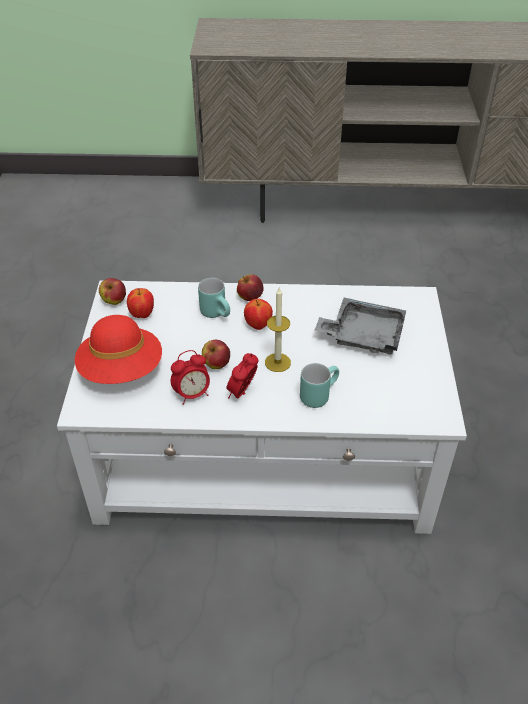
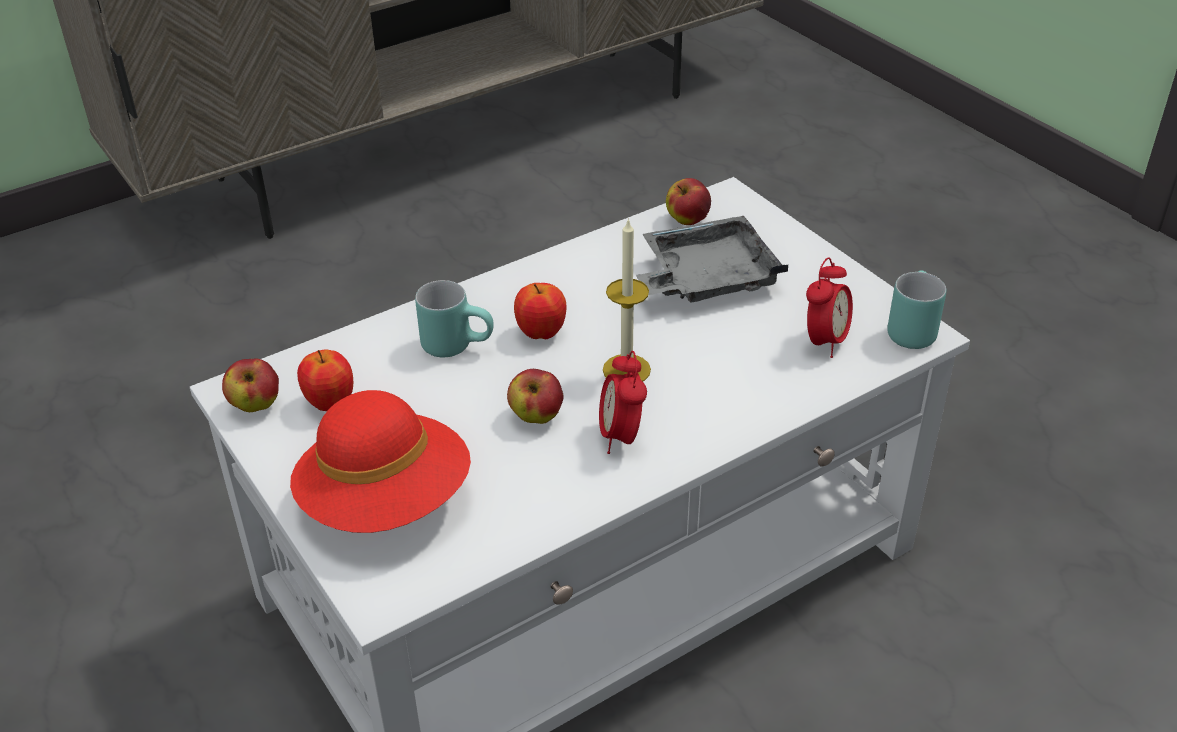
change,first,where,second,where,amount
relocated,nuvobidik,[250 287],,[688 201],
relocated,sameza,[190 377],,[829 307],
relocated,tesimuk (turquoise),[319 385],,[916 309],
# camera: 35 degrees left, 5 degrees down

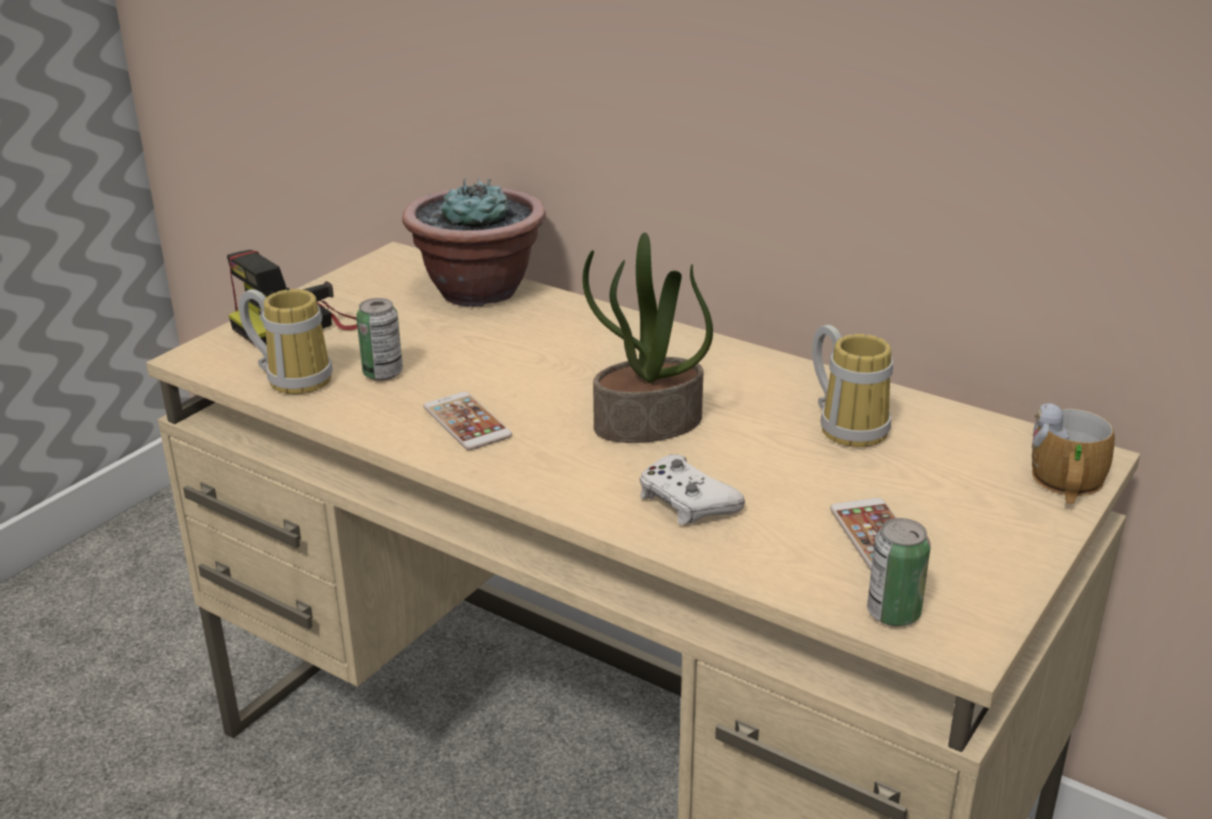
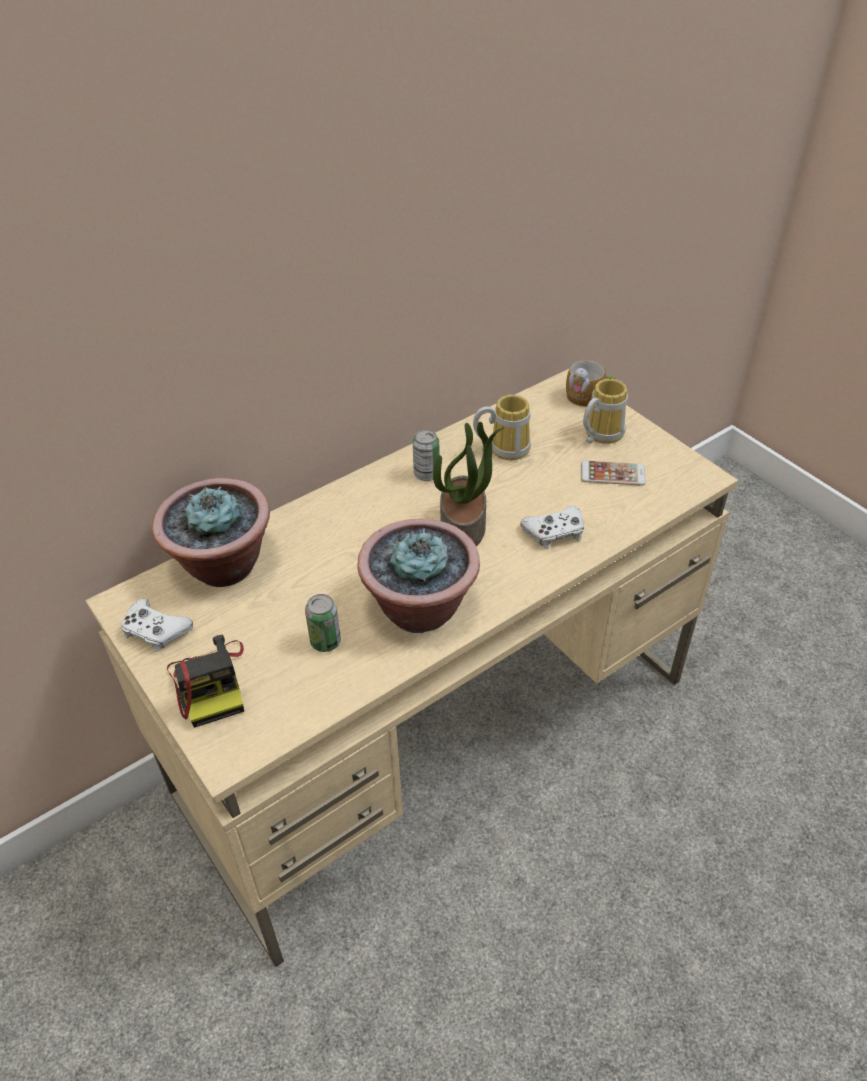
change,first,where,second,where,amount
relocated,tesimuk,[286 341],,[605 411],
exchanged,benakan,[467 421],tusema,[418 575],
relocated,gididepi,[899 572],,[426 455],
appeared,,,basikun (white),[157 625],
# camera: 70 degrees left, 15 degrees up

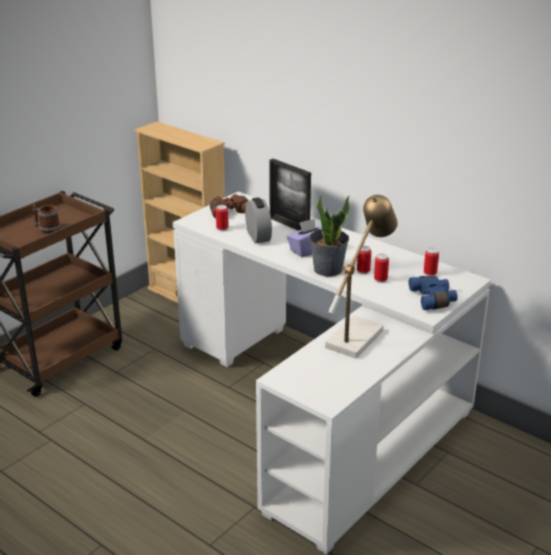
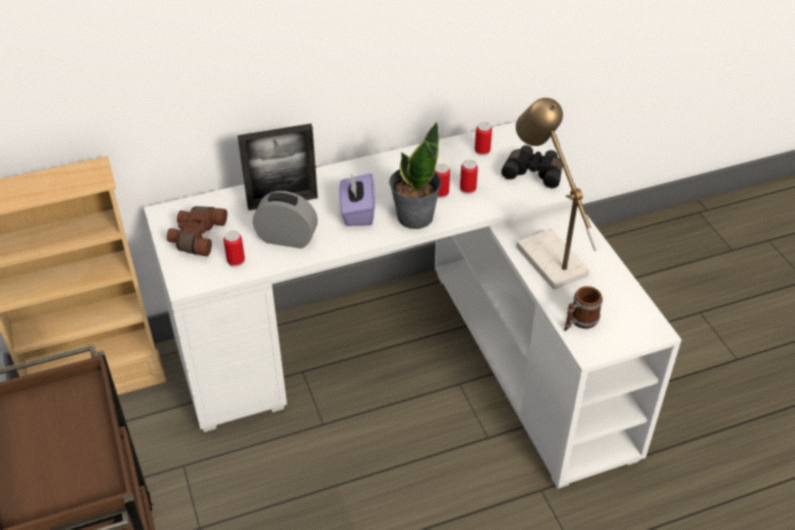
change,first,where,second,where,amount
relocated,tesimuk,[46 219],,[583 308],
colour,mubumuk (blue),[433 293],mubumuk (black),[532 166],
# camera: 60 degrees left, 15 degrees up

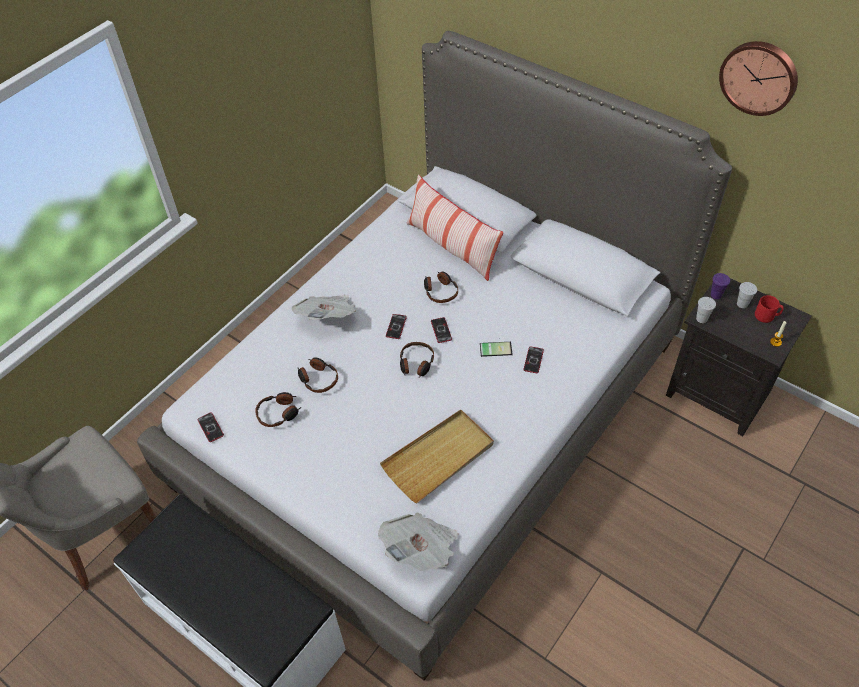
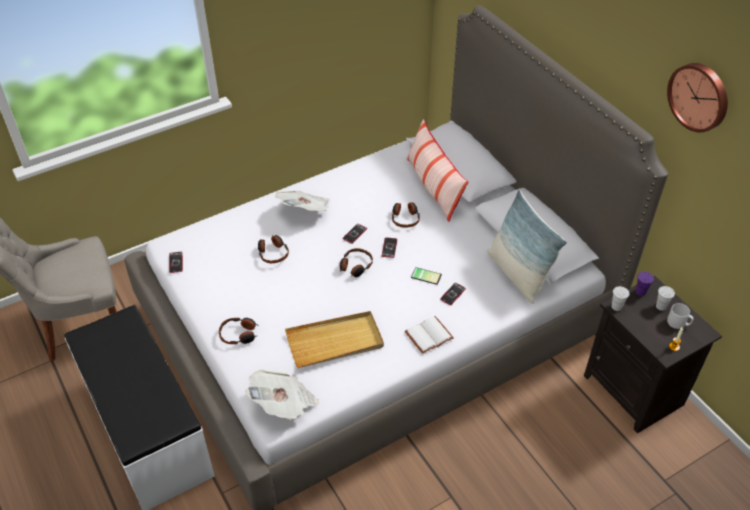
change,first,where,second,where,amount
colour,tesimuk (red),[769 309],tesimuk (grey),[680 316],
relocated,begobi,[277 409],,[238 331],
appeared,,,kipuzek,[527 247],
appeared,,,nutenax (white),[429 335],
# camera: 20 degrees right, 5 degrees down

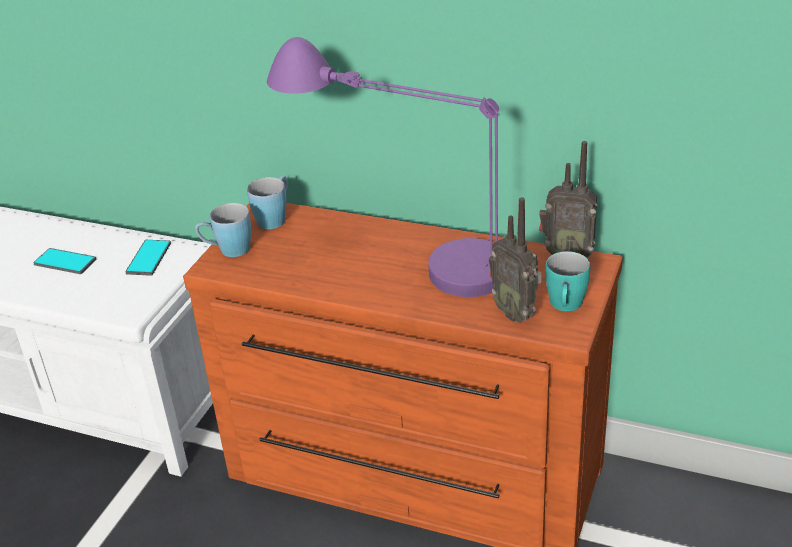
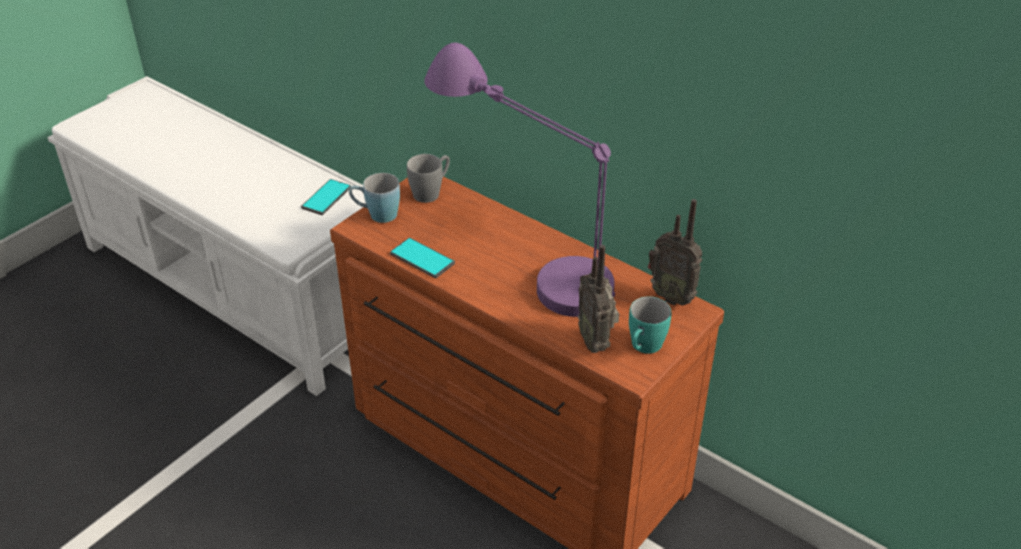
change,first,where,second,where,amount
colour,tesimuk (blue),[267 202],tesimuk (grey),[428 178],
relocated,benakan,[65 261],,[422 258],
# camera: 15 degrees right, 5 degrees up

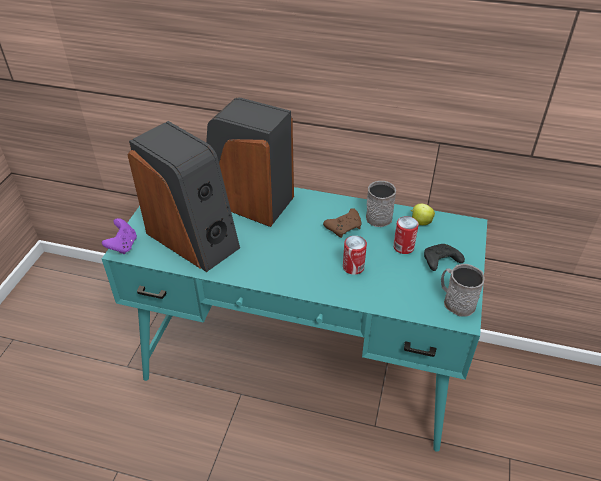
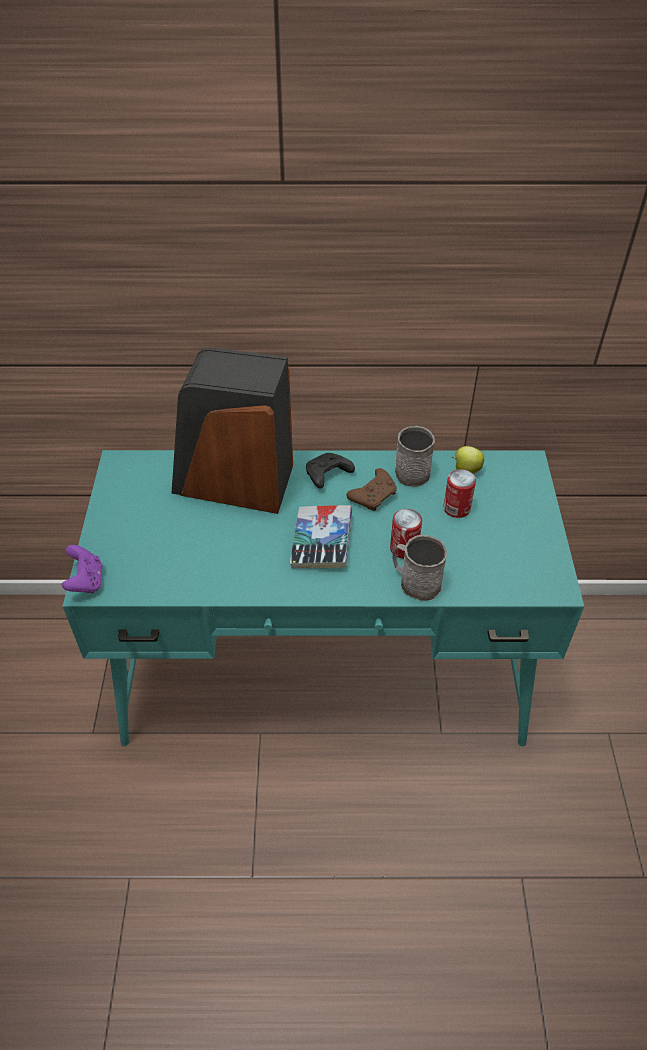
change,first,where,second,where,amount
missing,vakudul,[184 196],,,
relocated,basikun (black),[444 257],,[330 470],
relocated,tesimuk (grey),[462 290],,[419 568],
appeared,,,nutenax,[321 537],
# camera: 15 degrees left, 5 degrees up

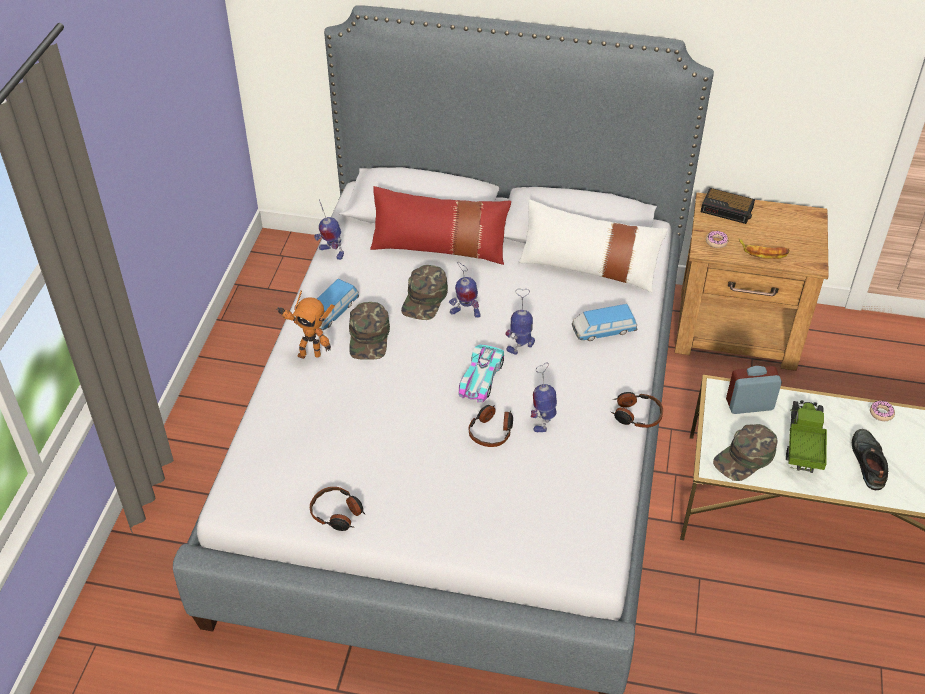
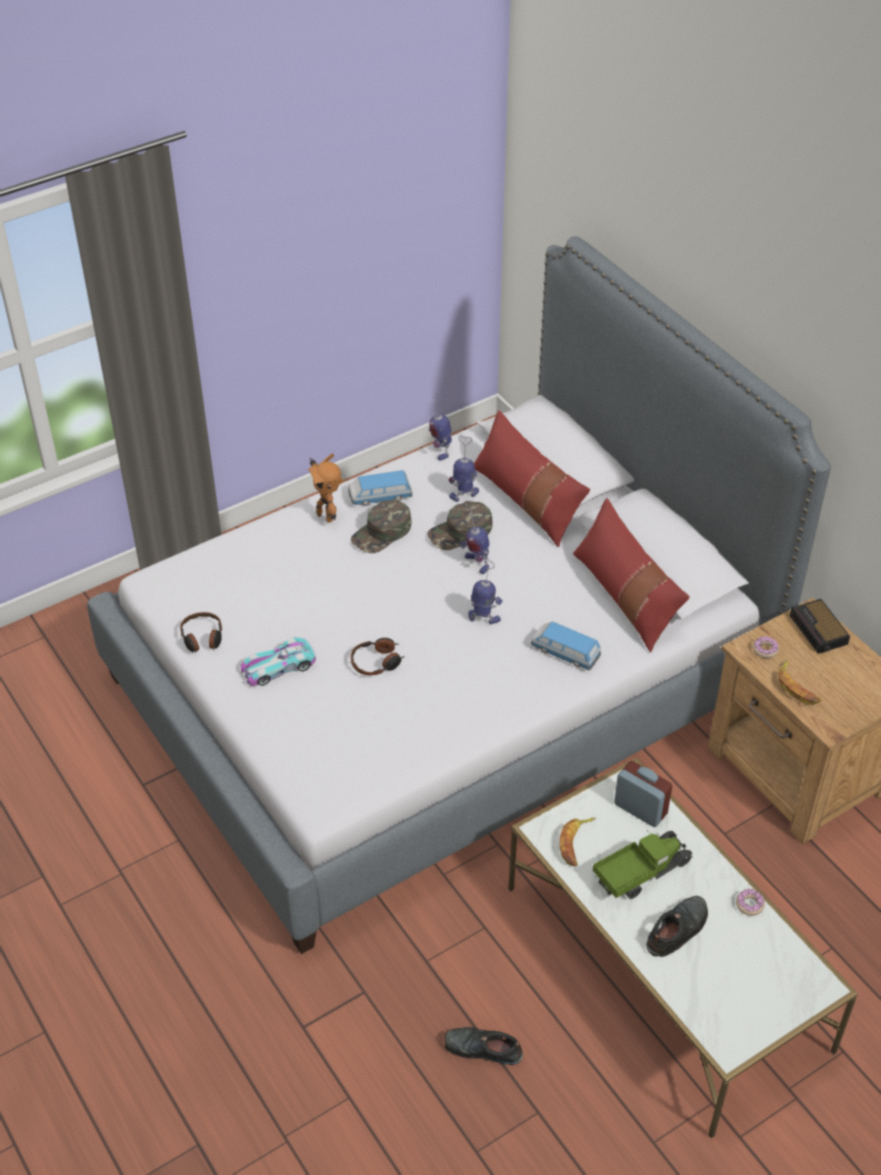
change,first,where,second,where,amount
colour,kipuzek (white),[593 246],kipuzek (red),[631 575],
relocated,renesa,[481 373],,[278 661],
relocated,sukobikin,[544 397],,[464 469],
missing,begobi,[637 410],,,
exchanged,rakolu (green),[745 452],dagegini,[578 842],
appeared,,,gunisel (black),[484 1046],
# camera: 45 degrees right, 0 degrees up

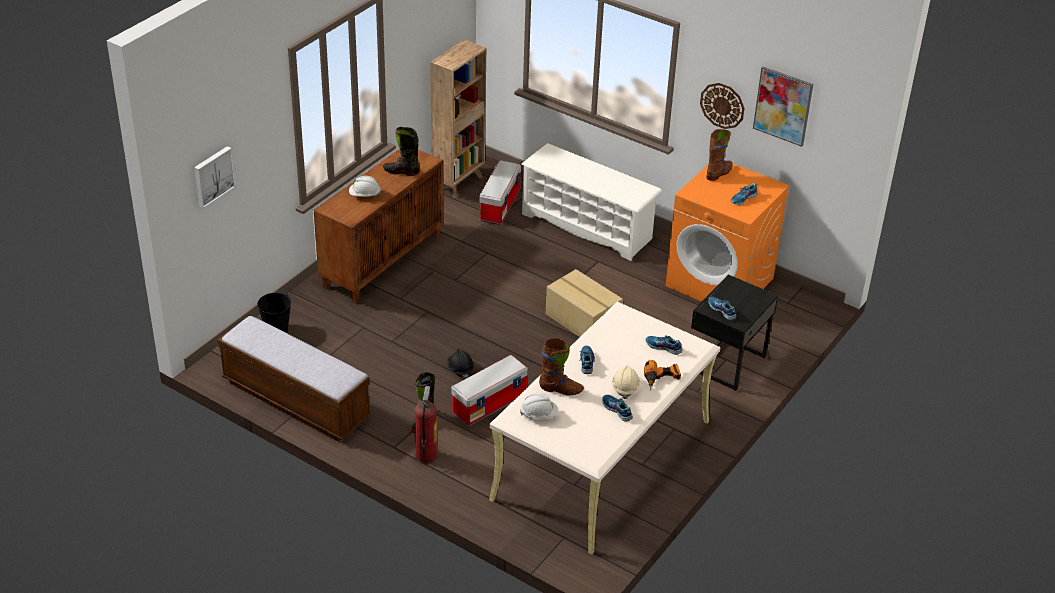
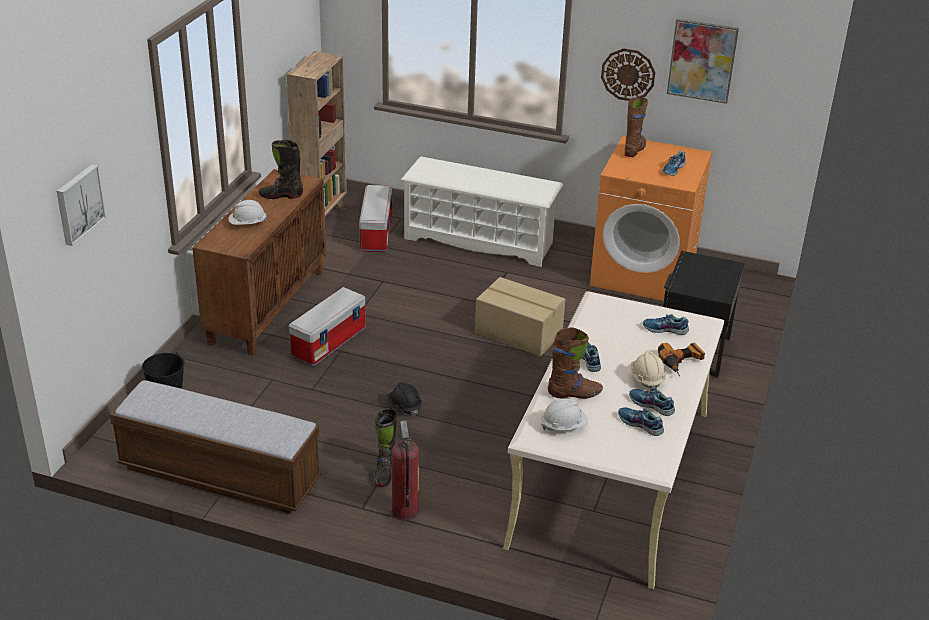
change,first,where,second,where,amount
relocated,gunisel,[722 308],,[641 421],
relocated,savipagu,[489 390],,[327 327],
# camera: 15 degrees left, 5 degrees down

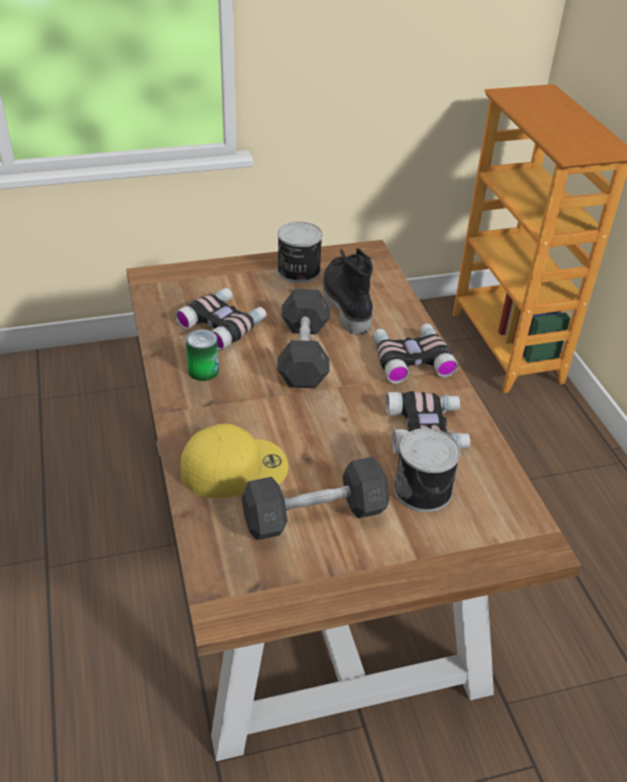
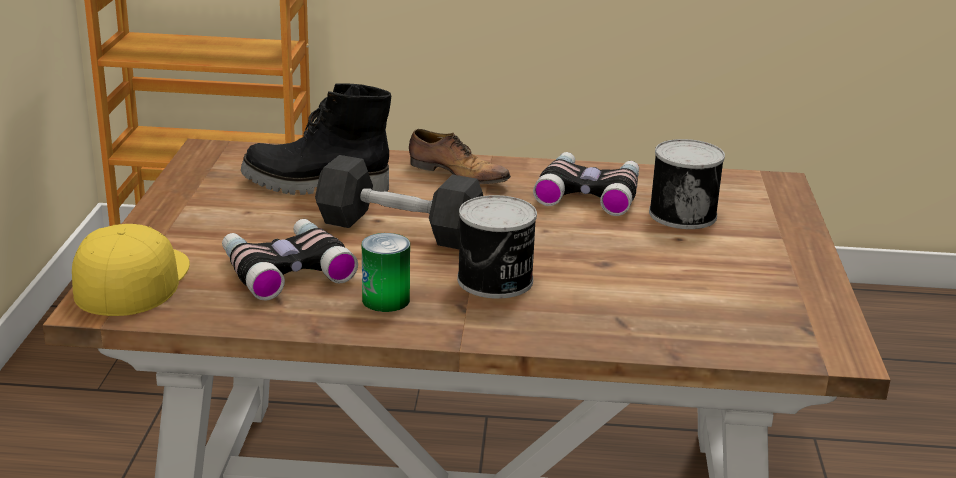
change,first,where,second,where,amount
relocated,gididepi,[299 252],,[497 247],
exchanged,mubumuk,[415 353],gunisel,[460 156],
relocated,rakolu (yellow),[234 461],,[131 270],
missing,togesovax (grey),[315 498],,,
# camera: 70 degrees left, 15 degrees down

